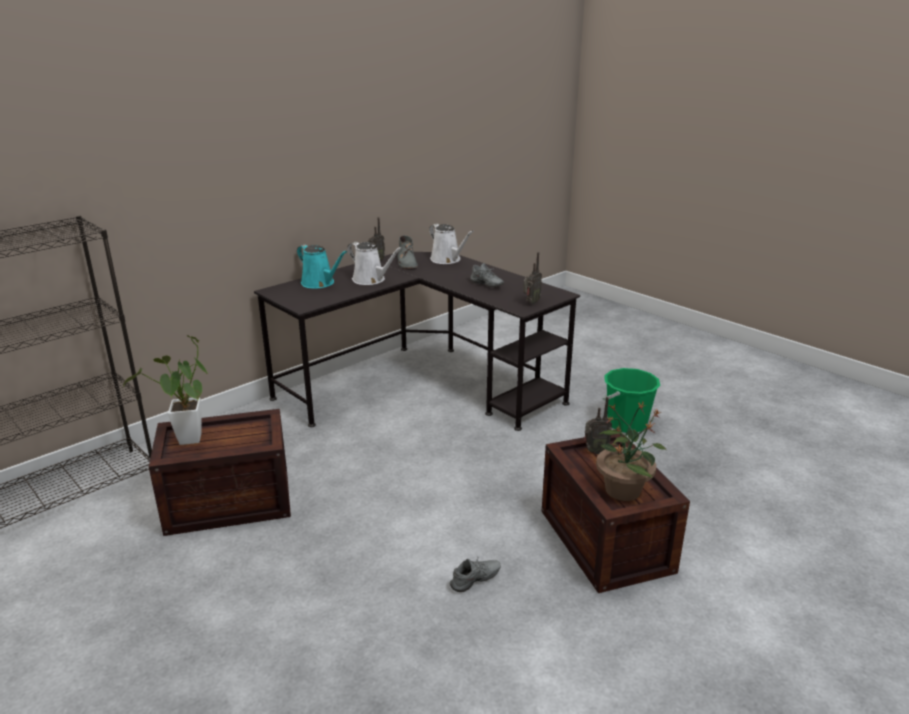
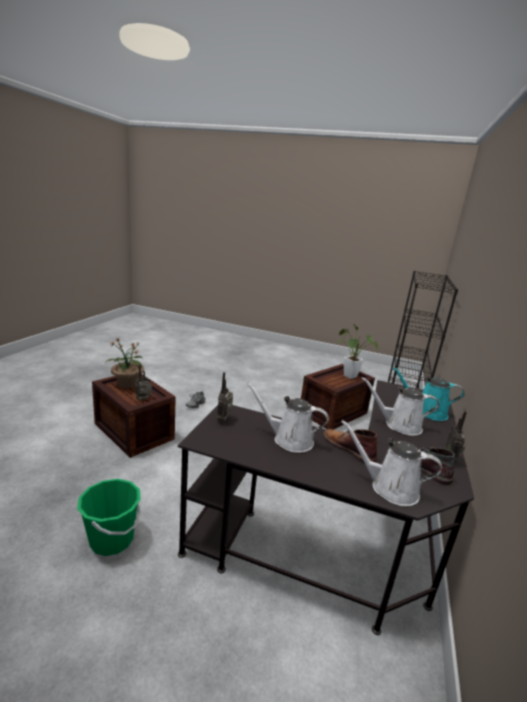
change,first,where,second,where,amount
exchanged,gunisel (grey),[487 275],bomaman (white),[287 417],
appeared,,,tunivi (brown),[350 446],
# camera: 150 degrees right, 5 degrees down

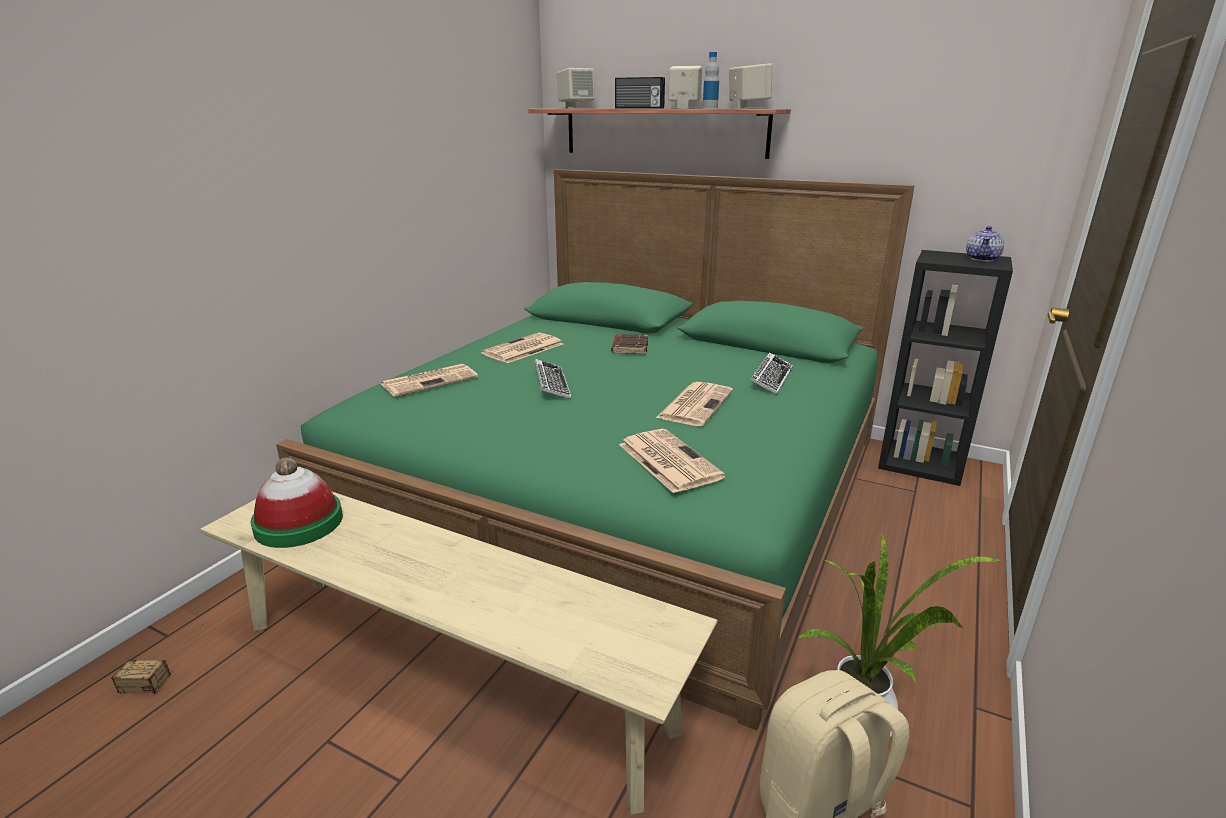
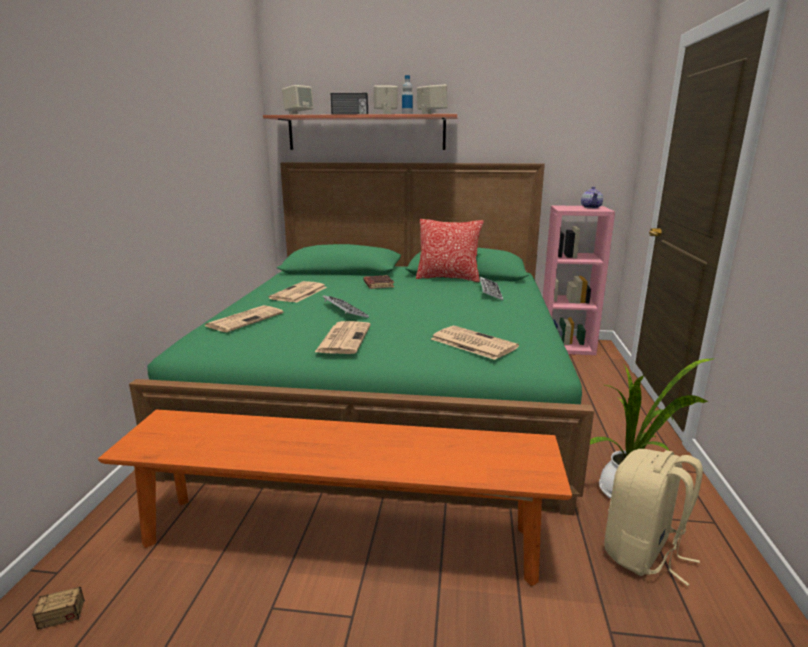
change,first,where,second,where,amount
colour,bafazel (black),[945 368],bafazel (pink),[579 280],
relocated,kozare,[694 404],,[342 337],
missing,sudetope,[296 502],,,
colour,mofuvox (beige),[459 653],mofuvox (orange),[335 498],
appeared,,,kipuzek,[450 250],
# camera: 20 degrees left, 5 degrees down

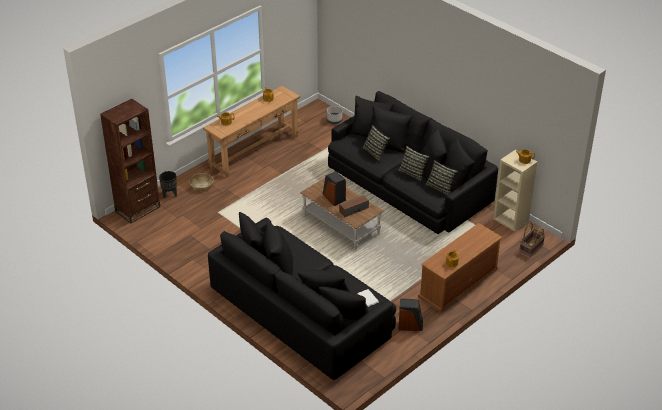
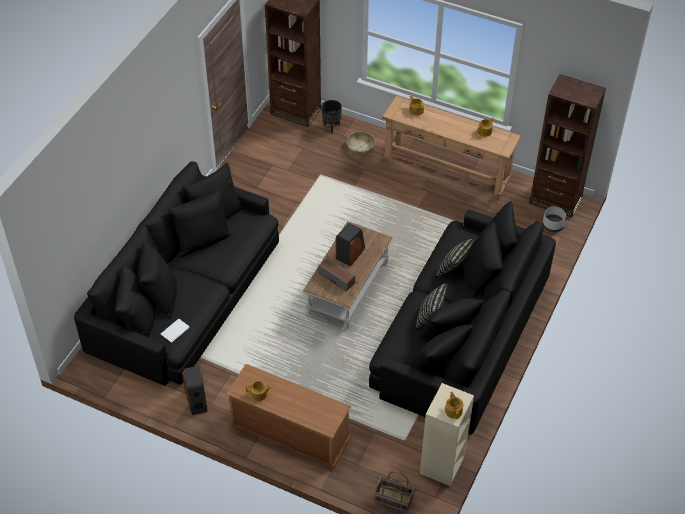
change,first,where,second,where,amount
missing,kipuzek,[441 178],,,
appeared,,,bafazel (brown),[567 145],
# camera: 70 degrees right, 10 degrees up

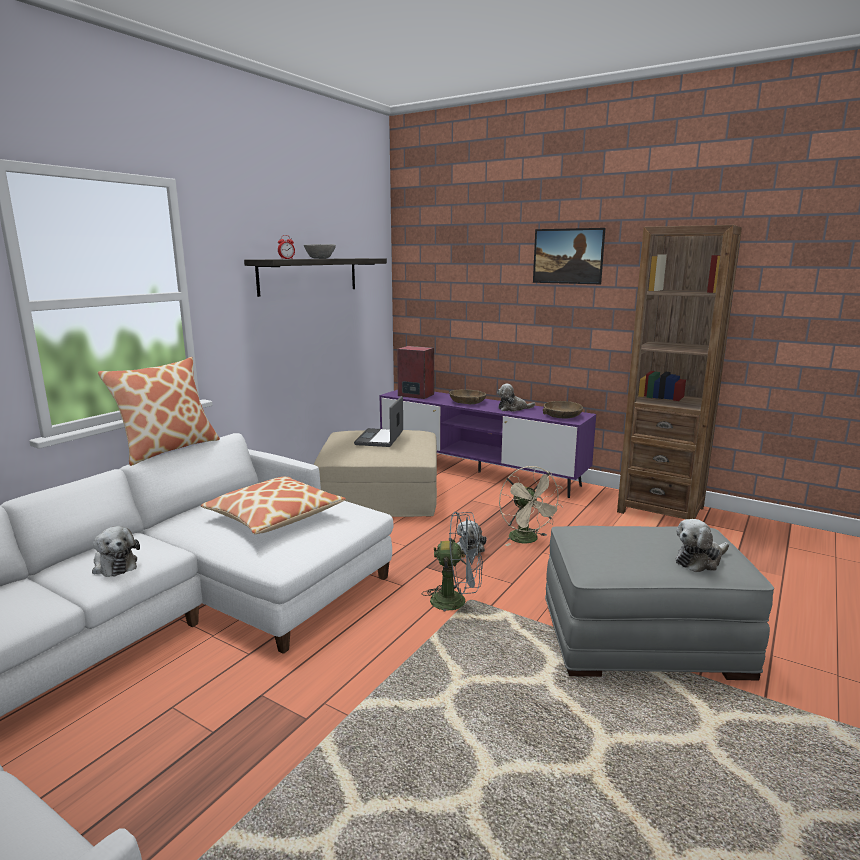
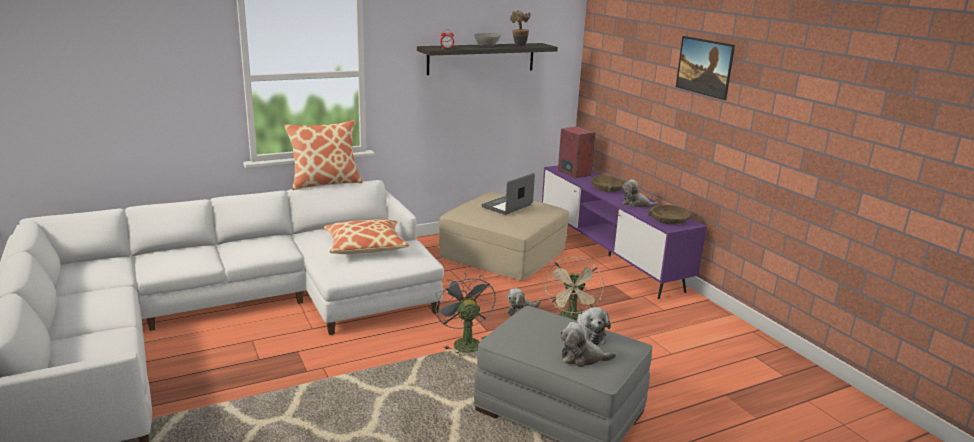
change,first,where,second,where,amount
missing,bafazel (brown),[679 372],,,
spun,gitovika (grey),[452 561],,[465 314],150 degrees counterclockwise
relocated,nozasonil,[116 551],,[594 326],
appeared,,,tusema,[520 28],
# camera: 30 degrees right, 5 degrees up

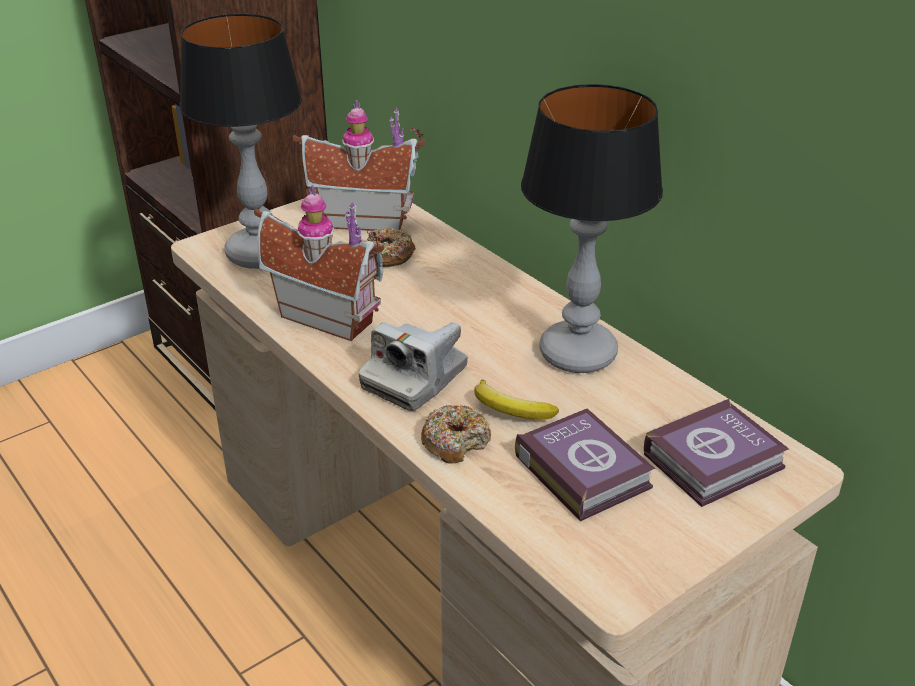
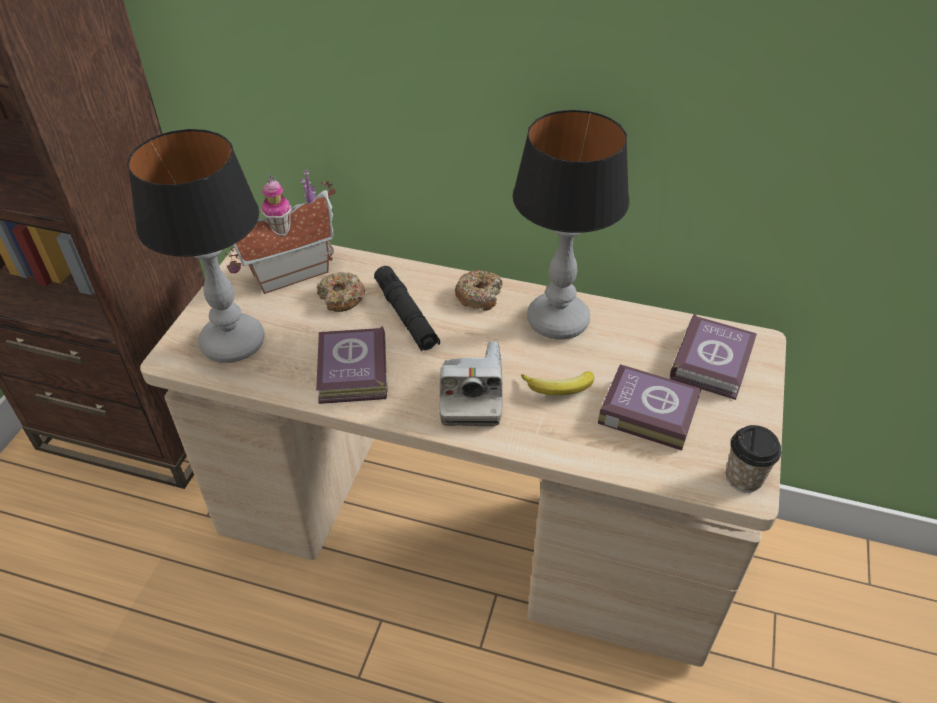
change,first,where,second,where,amount
exchanged,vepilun,[319 263],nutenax,[352 365],
relocated,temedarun,[456 434],,[479 290],
appeared,,,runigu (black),[407 308],
appeared,,,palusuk,[753 459],
# camera: 35 degrees left, 10 degrees up

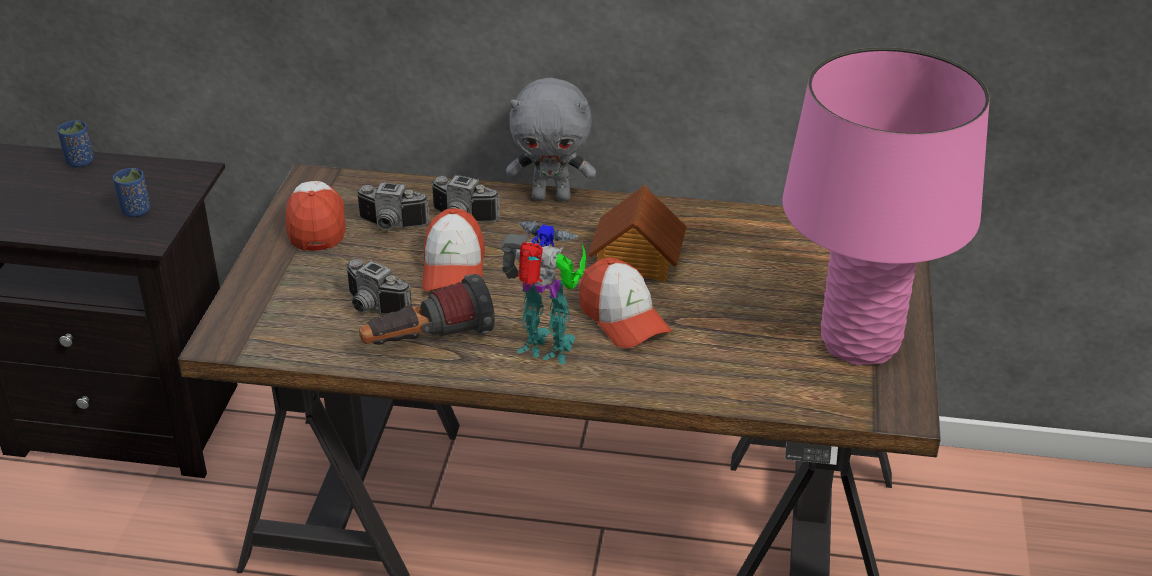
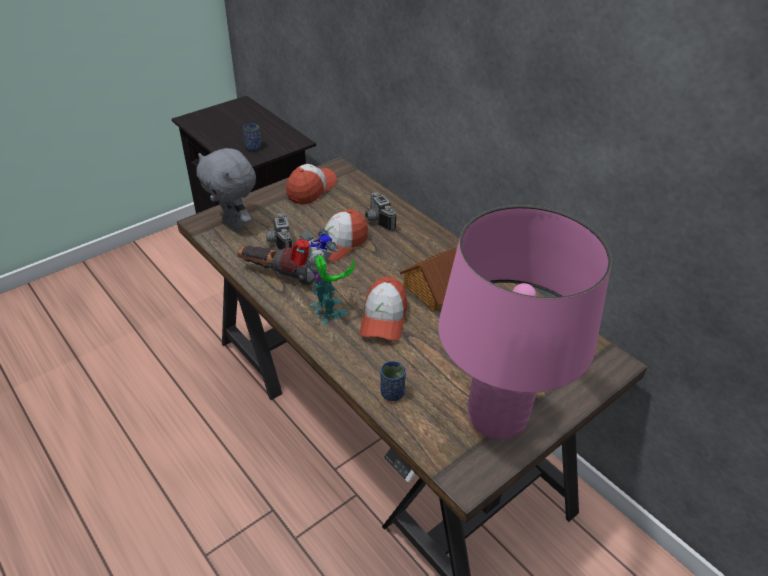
change,first,where,second,where,amount
relocated,nozasonil (grey),[551 139],,[226 189],
relocated,palusuk (blue),[75 143],,[393 381],
missing,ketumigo,[393 206],,,
# camera: 40 degrees right, 5 degrees up

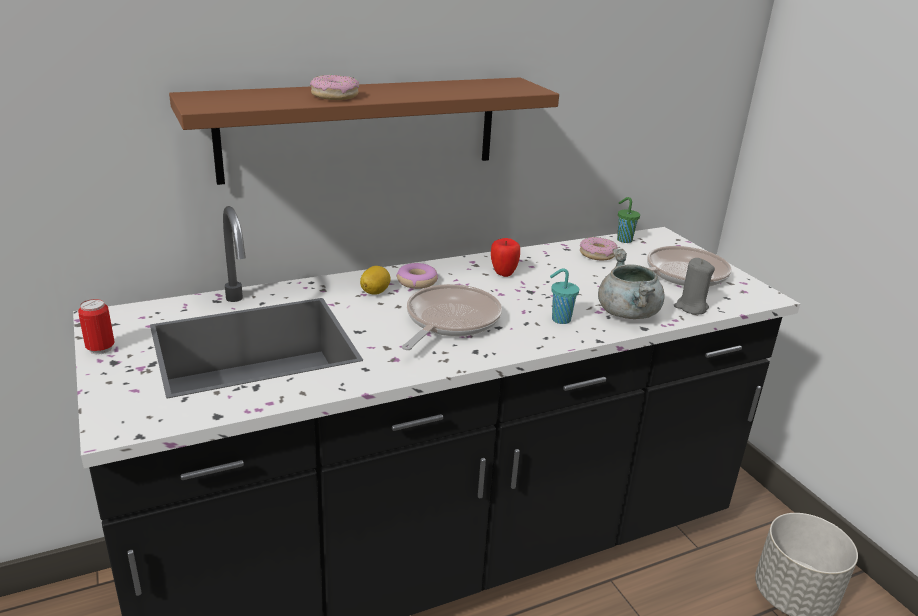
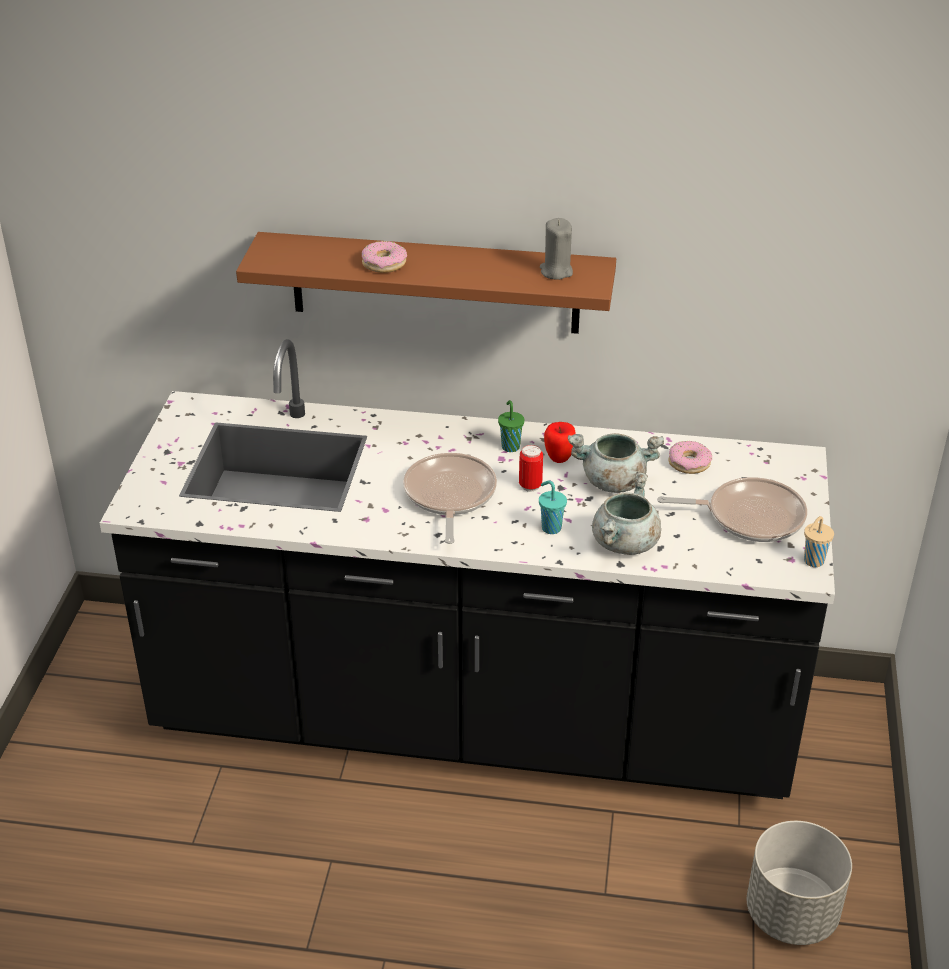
change,first,where,second,where,amount
relocated,palusuk (green),[628 220],,[511 426],
relocated,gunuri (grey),[694 286],,[556 249],
missing,temedarun,[417 276],,,
missing,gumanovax,[375 280],,,
spun,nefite,[452 317],,[450 498],60 degrees counterclockwise
relocated,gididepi,[96 327],,[531 468],
appeared,,,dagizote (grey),[616 463],
appeared,,,palusuk (beige),[819 541],
# camera: 35 degrees right, 10 degrees up

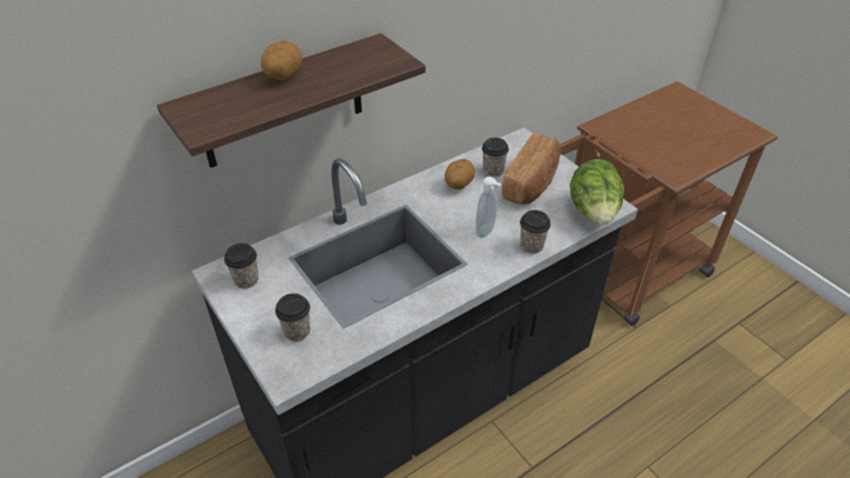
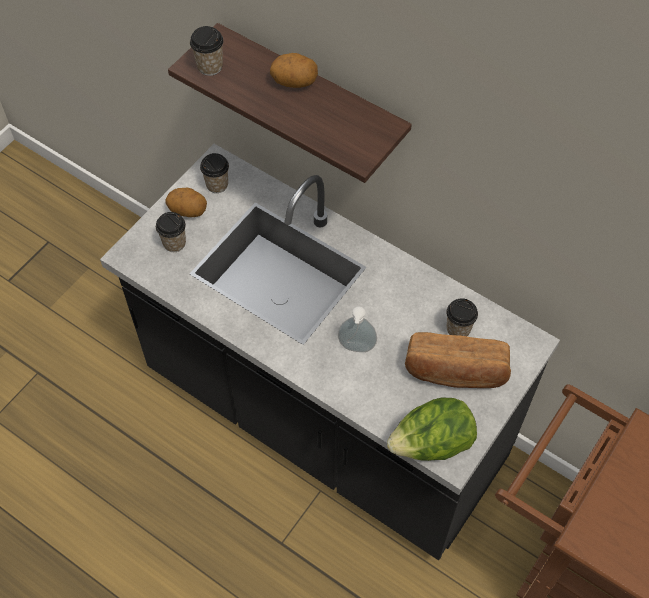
change,first,where,second,where,amount
relocated,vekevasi,[460 174],,[186 202],
relocated,palusuk,[535 232],,[207 51],
# camera: 70 degrees right, 15 degrees up

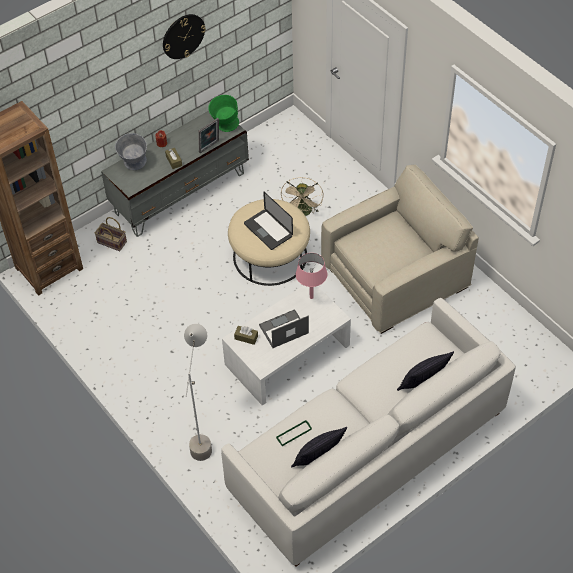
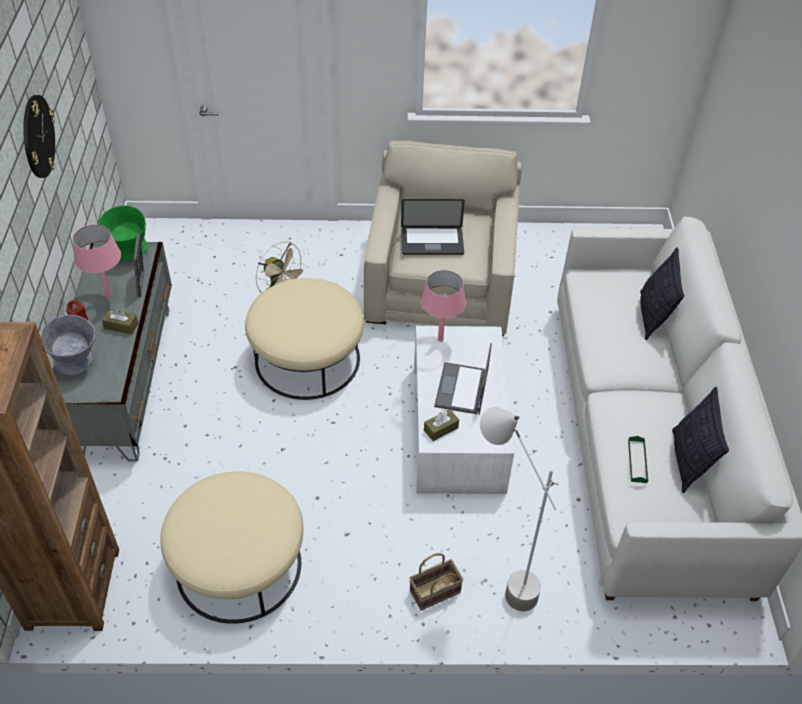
change,first,where,second,where,amount
relocated,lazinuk,[268 221],,[433 227],
relocated,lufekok,[111 234],,[437 582],
appeared,,,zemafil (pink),[97 262],
appeared,,,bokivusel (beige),[231 547],
# camera: 55 degrees left, 5 degrees down

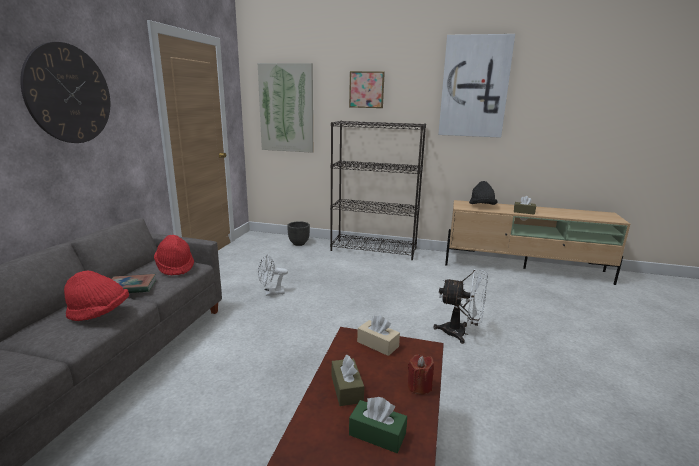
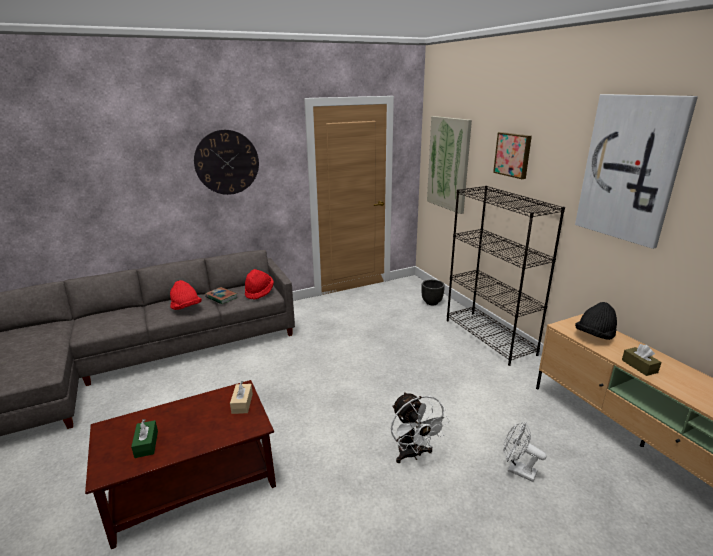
change,first,where,second,where,amount
relocated,gitovika (white),[273 275],,[525 452],
missing,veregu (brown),[348 380],,,
missing,gunuri (red),[420 375],,,
# camera: 50 degrees right, 5 degrees up

